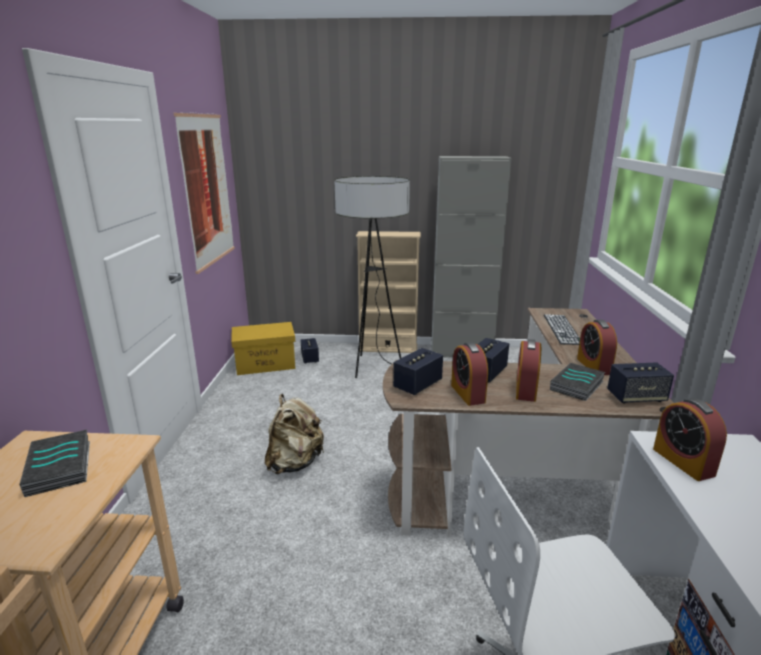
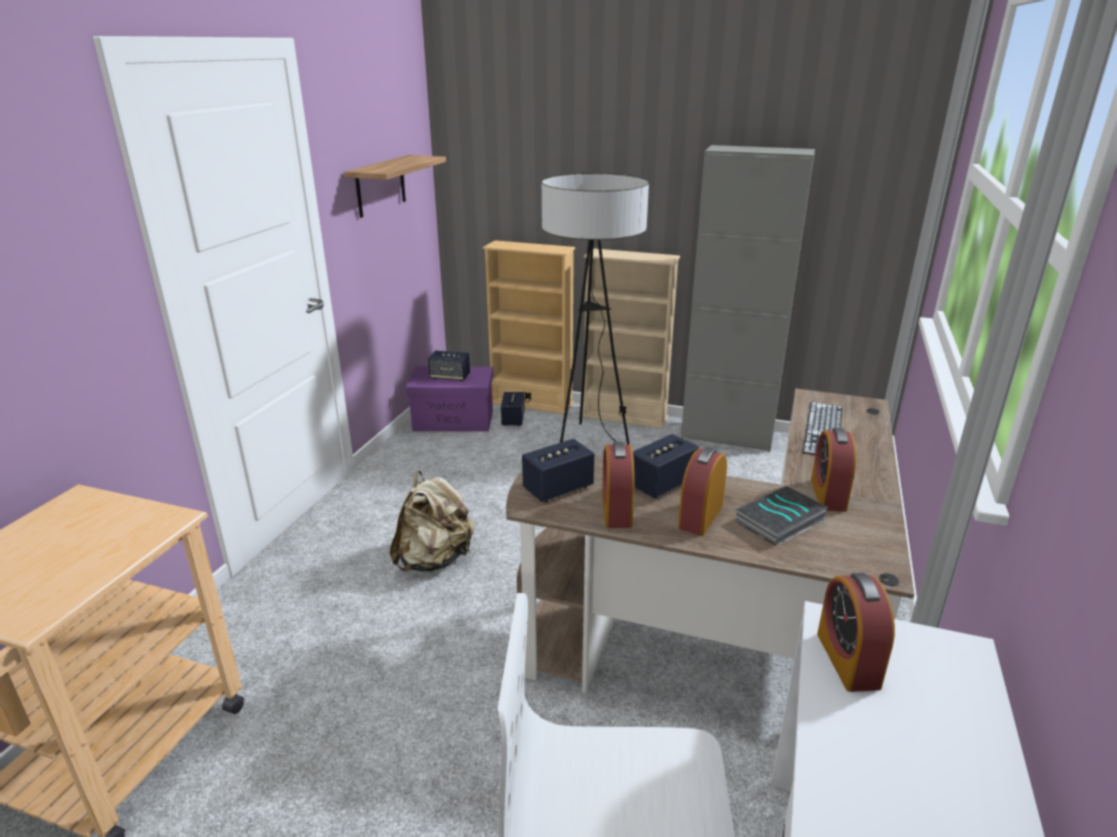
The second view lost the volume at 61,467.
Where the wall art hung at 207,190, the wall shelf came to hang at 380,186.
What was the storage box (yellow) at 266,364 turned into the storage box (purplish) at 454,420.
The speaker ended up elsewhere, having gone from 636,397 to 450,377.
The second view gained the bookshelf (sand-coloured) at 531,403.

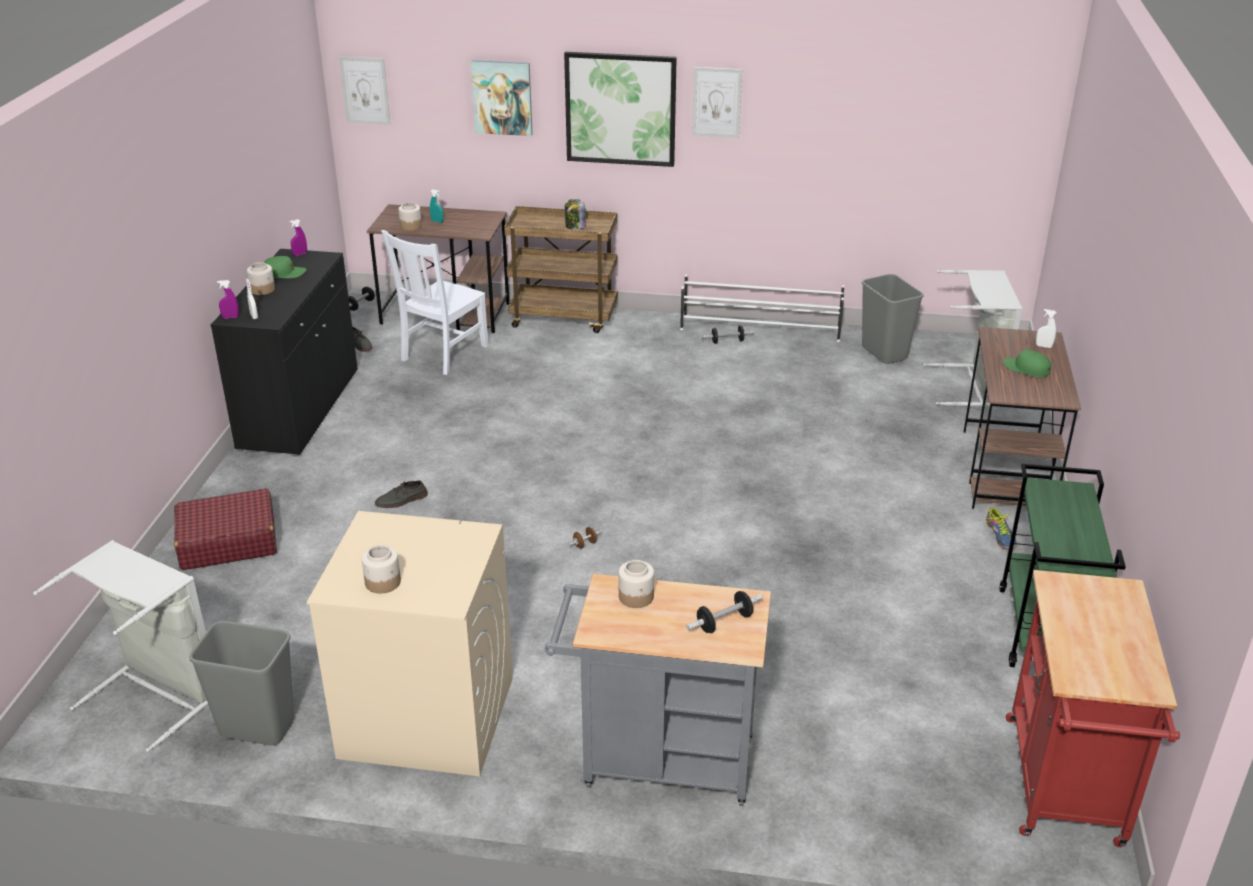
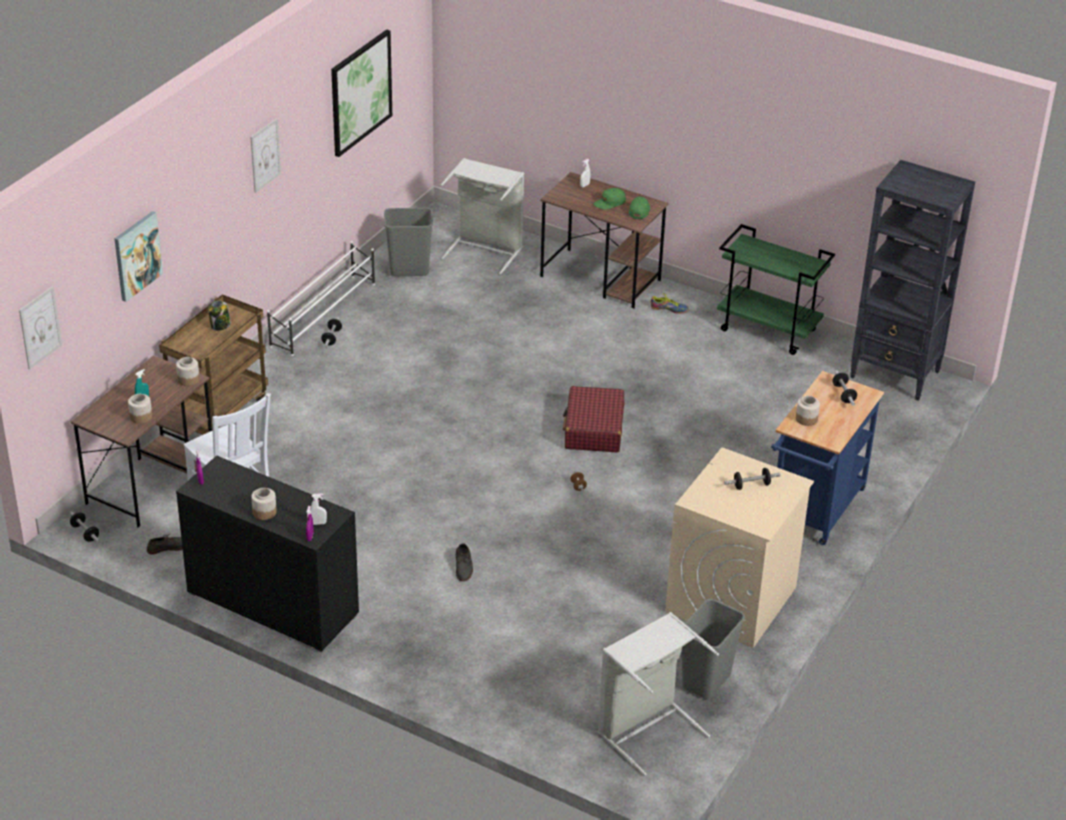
The piece of luggage (reddish) ended up elsewhere, having gone from 227,542 to 593,429.
The peaked cap (greenish) ended up elsewhere, having gone from 283,273 to 639,210.
The storage jar ended up elsewhere, having gone from 383,582 to 188,379.
What was the trolley (grey) at 657,762 turned into the trolley (blue-coloured) at 814,512.
The wall art ended up elsewhere, having gone from 620,109 to 360,92.
Where the trolley (reddish) stood at 1065,790, the bookshelf (black-coloured) came to stand at 895,375.
The second view gained the dumbbell at 751,485.

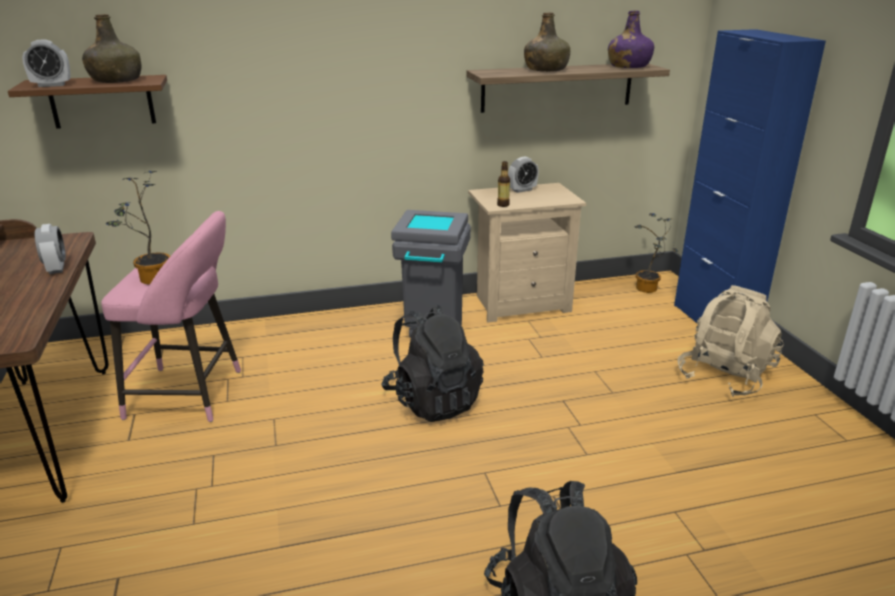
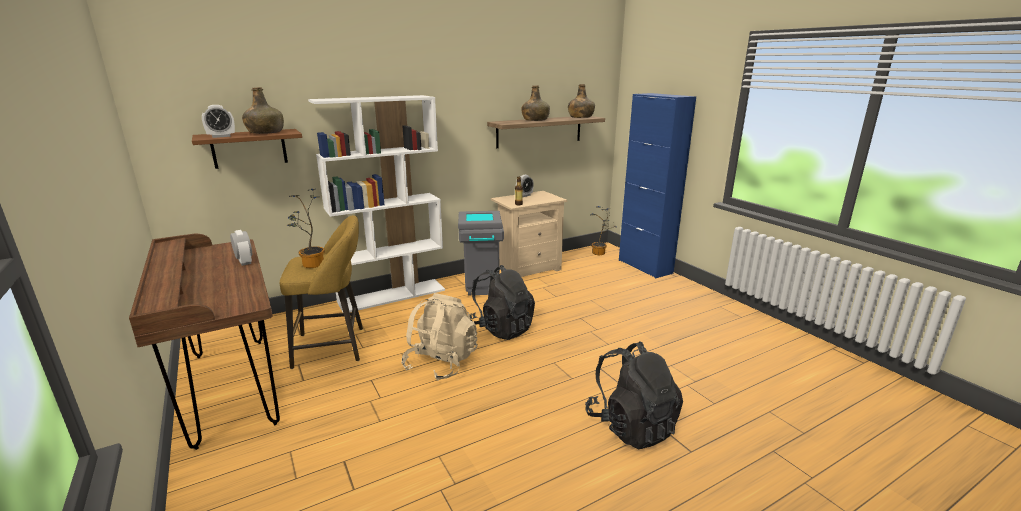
What was the sitting stool (pink-coloured) at 191,394 turned into the sitting stool (yellow) at 334,347.
What was the drink bottle (purplish) at 628,66 turned into the drink bottle (greenish) at 580,117.
The rucksack (sand-coloured) ended up elsewhere, having gone from 725,376 to 441,363.
The second view gained the bookshelf (white-coloured) at 392,295.

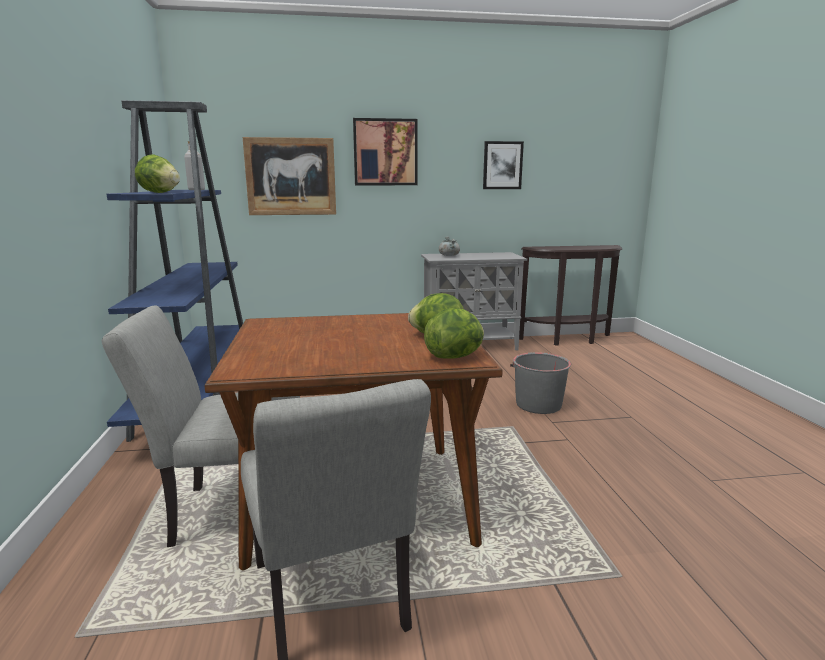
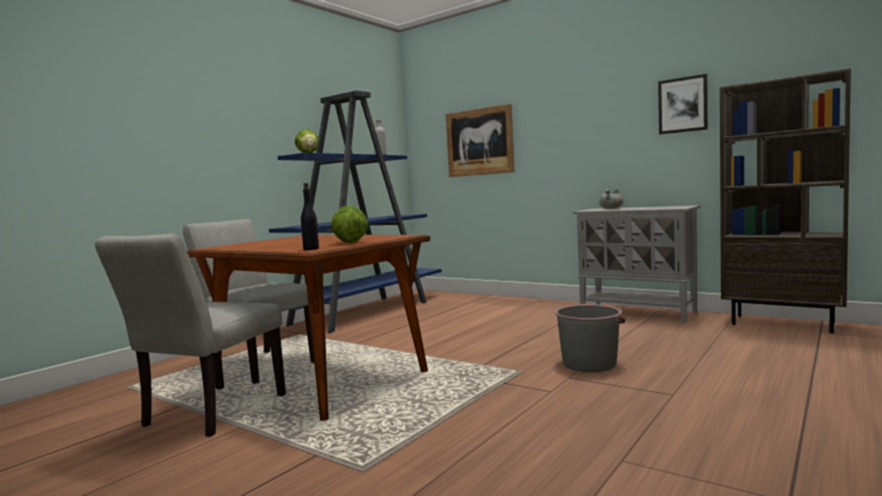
The second view lost the wall art at 385,152.
Where the lettuce head stood at 455,356, the drink bottle (black-coloured) came to stand at 311,249.
Where the hall table (brown) stood at 569,340, the bookshelf (brown) came to stand at 783,323.

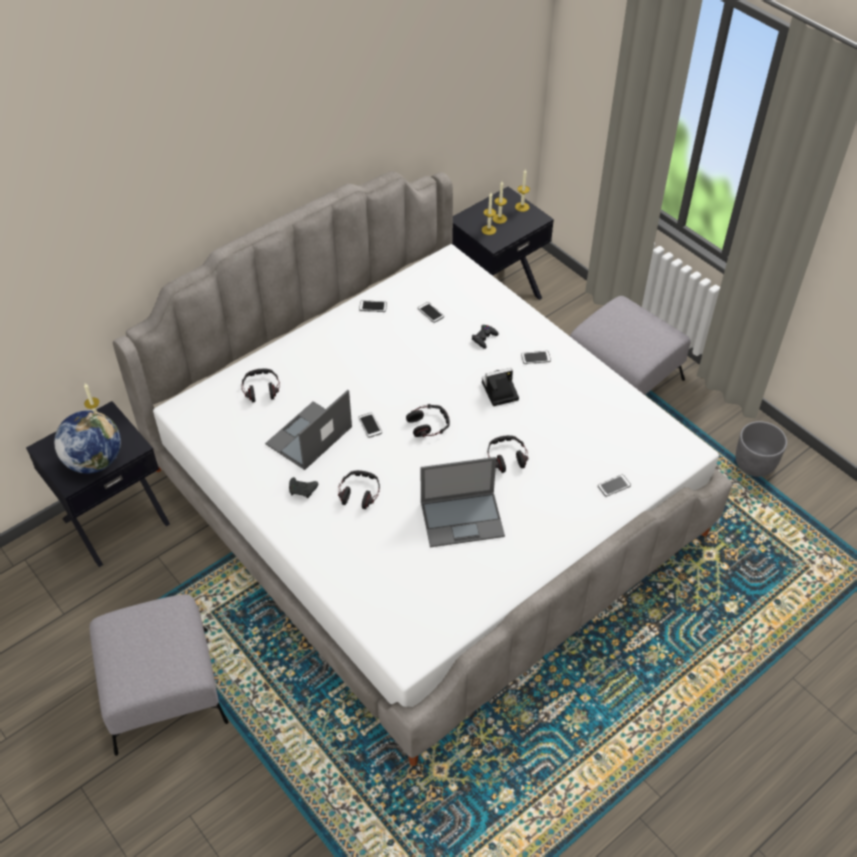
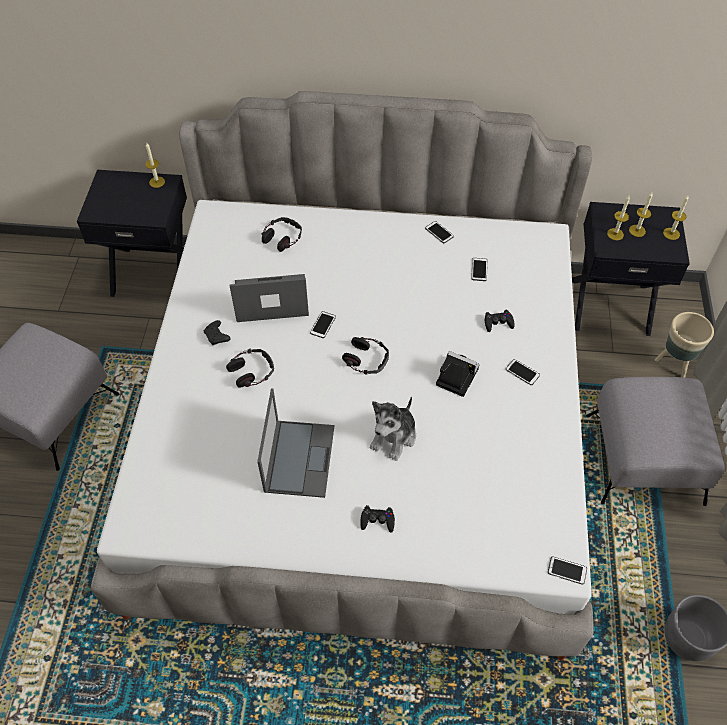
The second view lost the globe at 94,461.
The notebook computer at 463,518 ended up facing another way, 120 degrees counterclockwise from before.
Where the pair of headphones stood at 506,457, the soft toy came to stand at 394,436.
The telephone ended up elsewhere, having gone from 614,486 to 567,570.
The second view gained the game controller (black-coloured) at 377,520.
The second view gained the flower pot (sand-coloured) at 673,363.

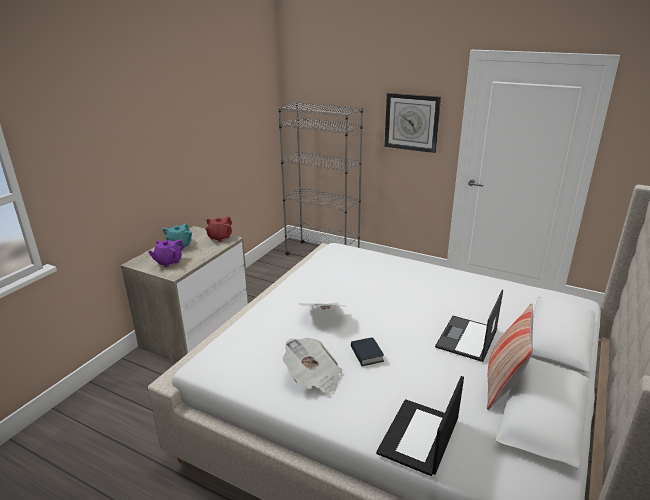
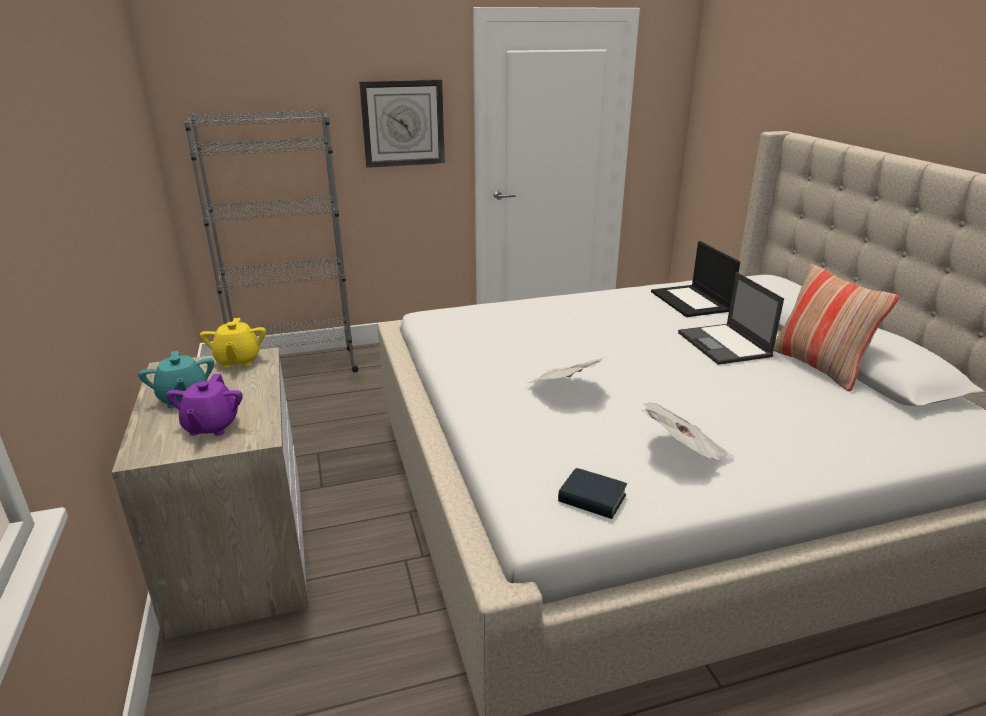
What was the pot for tea (reddish) at 219,237 turned into the pot for tea (yellow) at 238,361.
The volume ended up elsewhere, having gone from 366,354 to 592,499.
The notebook computer ended up elsewhere, having gone from 419,437 to 691,301.

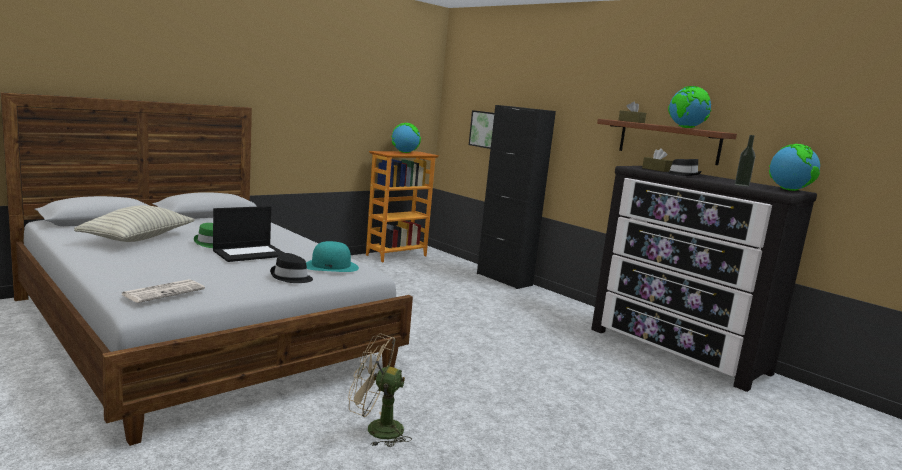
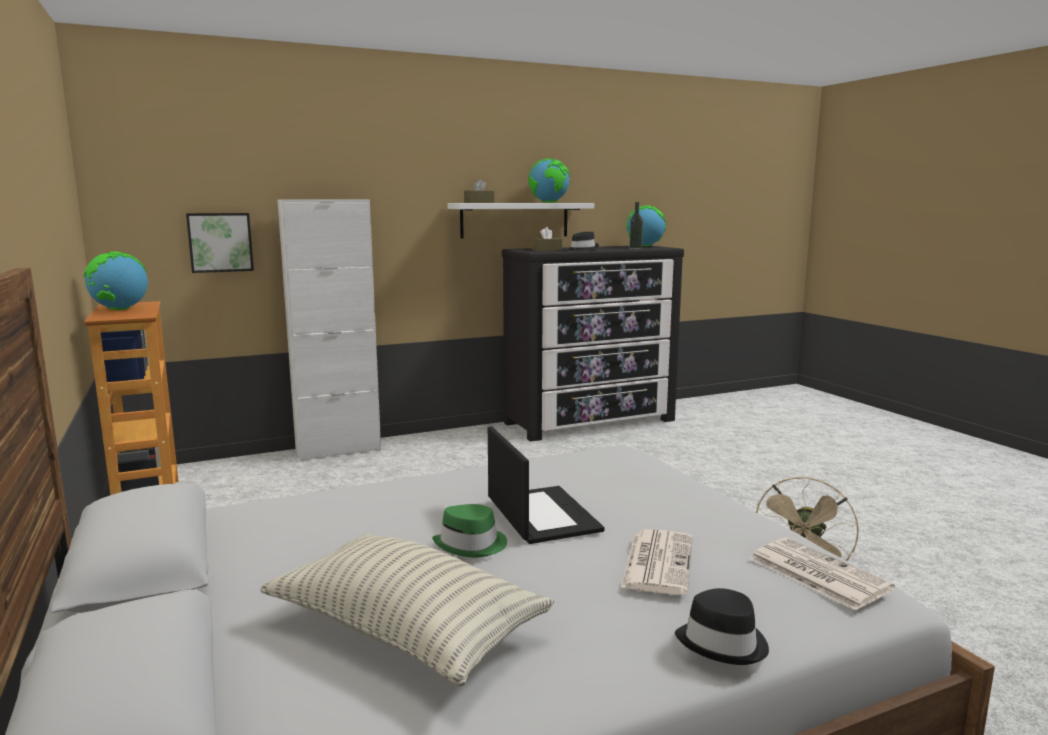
The wearable hat (black-coloured) ended up elsewhere, having gone from 291,277 to 723,643.
The second view lost the wearable hat (turquoise) at 331,266.
What was the cabinet (black-coloured) at 504,279 turned into the cabinet (white-coloured) at 338,450.
What was the wall shelf (brown) at 668,142 turned into the wall shelf (white-coloured) at 515,220.
The second view gained the daily paper at 657,562.

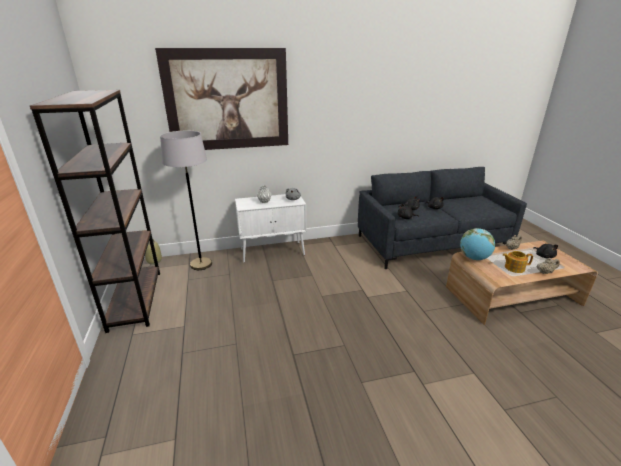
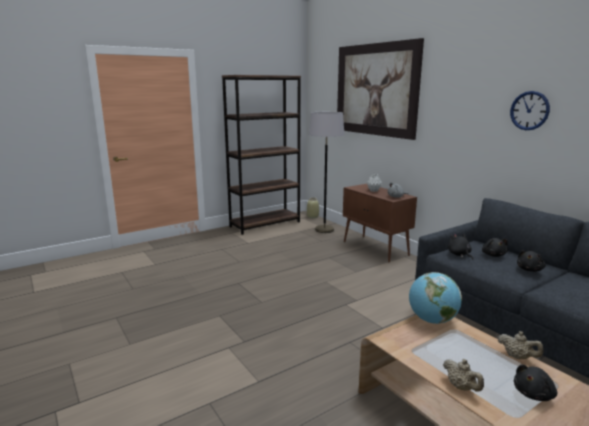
What was the cabinet (white-coloured) at 273,252 turned into the cabinet (brown) at 376,248.
The second view lost the pot for tea at 514,268.
The second view gained the hanging clock at 529,110.

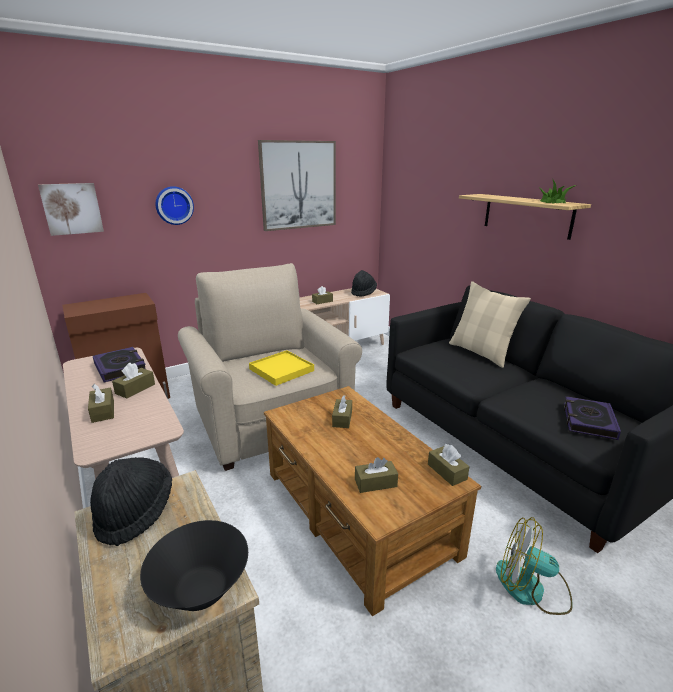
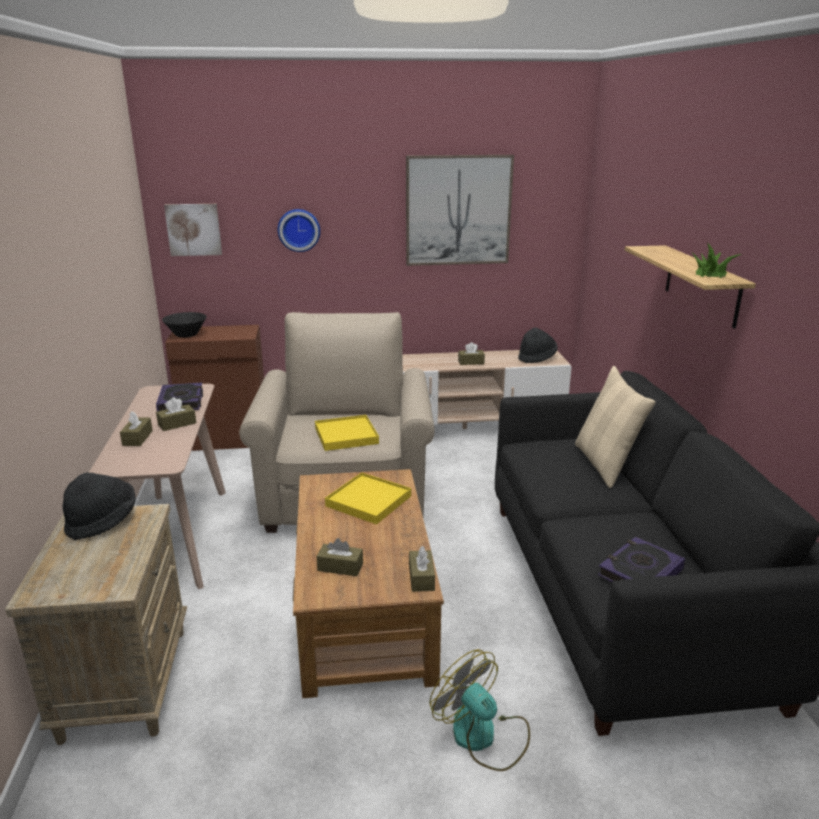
The deep dish (black-coloured) ended up elsewhere, having gone from 200,589 to 186,335.
Where the tissue holder (brown) stood at 342,419, the carrying tray (yellow) came to stand at 368,501.

